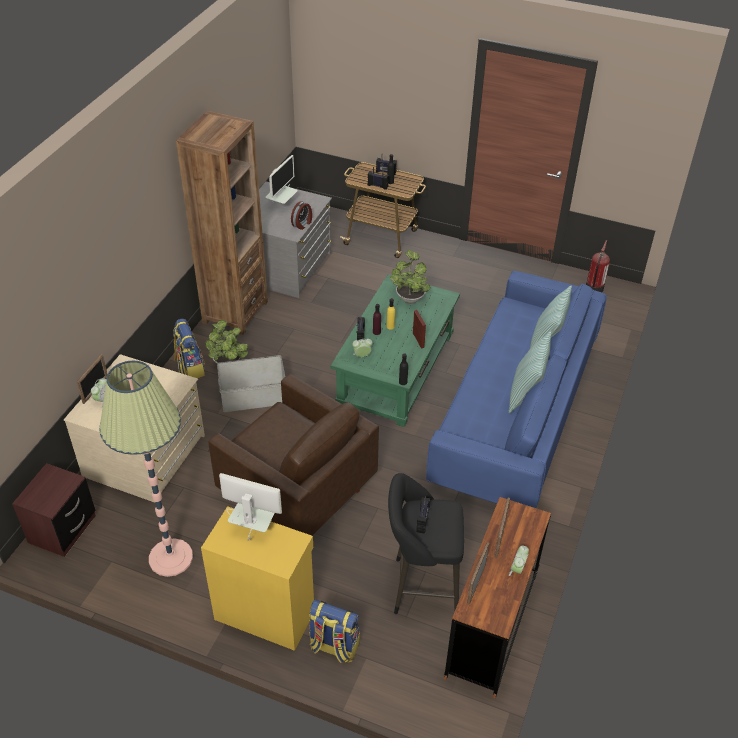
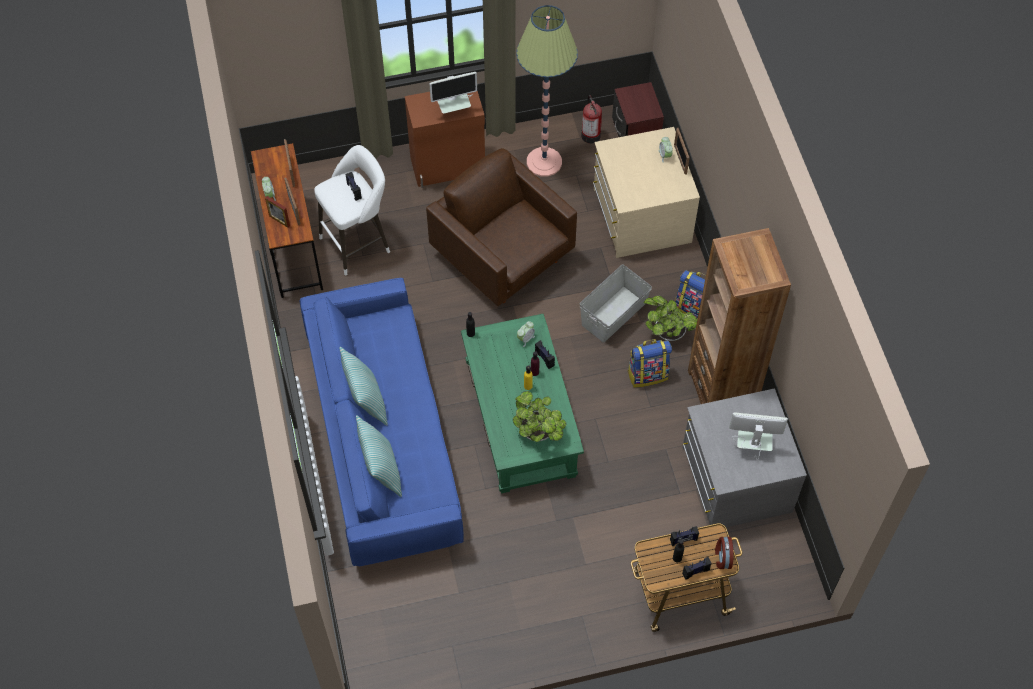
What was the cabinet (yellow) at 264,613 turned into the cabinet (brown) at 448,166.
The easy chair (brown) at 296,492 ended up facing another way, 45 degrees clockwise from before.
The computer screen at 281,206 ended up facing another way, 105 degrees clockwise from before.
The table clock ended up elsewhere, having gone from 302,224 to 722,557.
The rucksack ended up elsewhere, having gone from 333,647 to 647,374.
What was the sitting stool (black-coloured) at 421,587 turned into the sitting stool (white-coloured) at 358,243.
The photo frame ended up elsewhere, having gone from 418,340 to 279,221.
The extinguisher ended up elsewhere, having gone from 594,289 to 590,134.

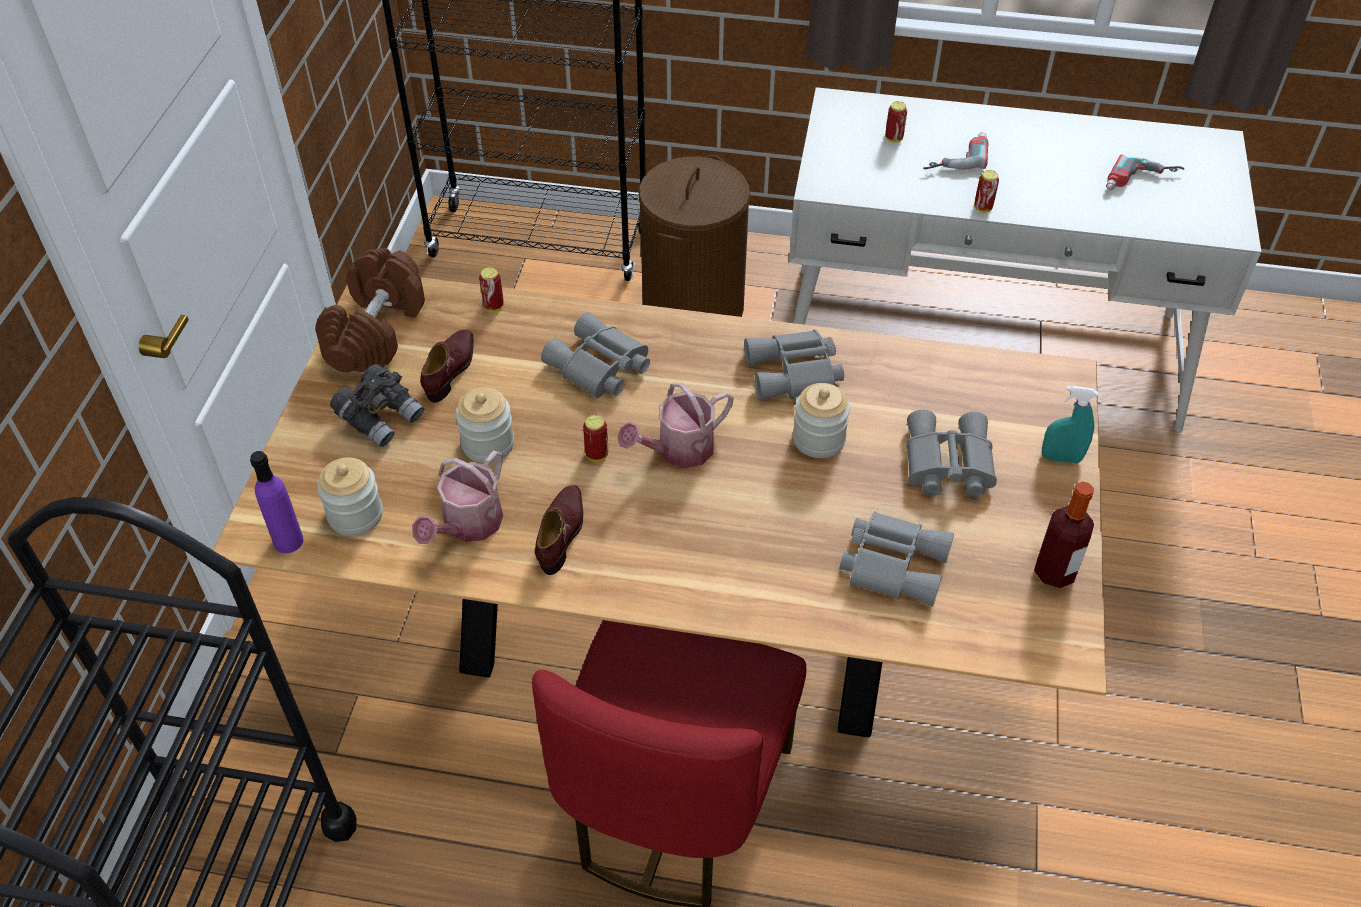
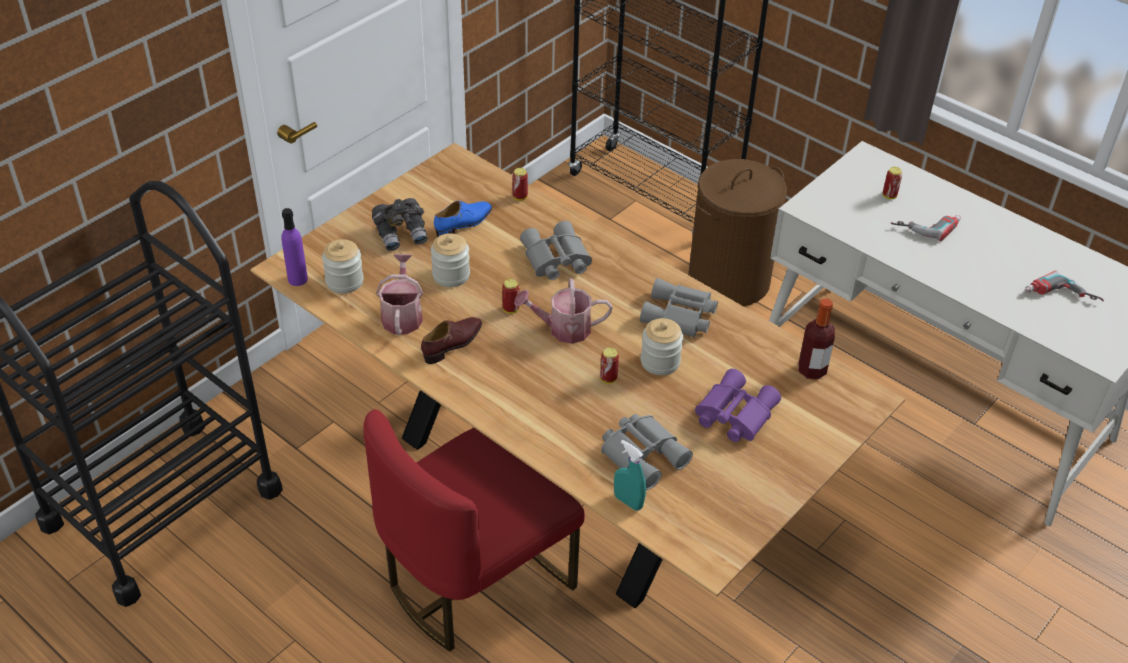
The second view lost the dumbbell (brown) at 376,332.
The watering pot at 468,526 ended up facing another way, 120 degrees clockwise from before.
What was the low shoe (brown) at 451,369 turned into the low shoe (blue-coloured) at 464,224.
What was the field glasses (grey) at 946,464 turned into the field glasses (purplish) at 733,414.
The sealed can ended up elsewhere, having gone from 983,208 to 608,379.
The drink bottle ended up elsewhere, having gone from 1054,572 to 812,370.
The hand sprayer (turquoise) ended up elsewhere, having gone from 1061,458 to 628,502.

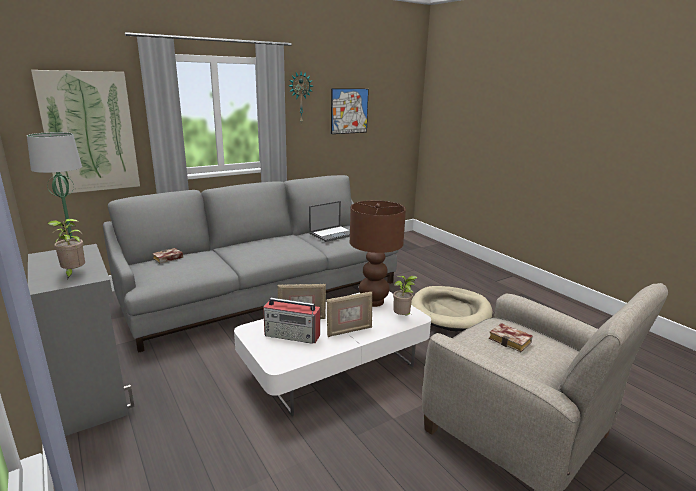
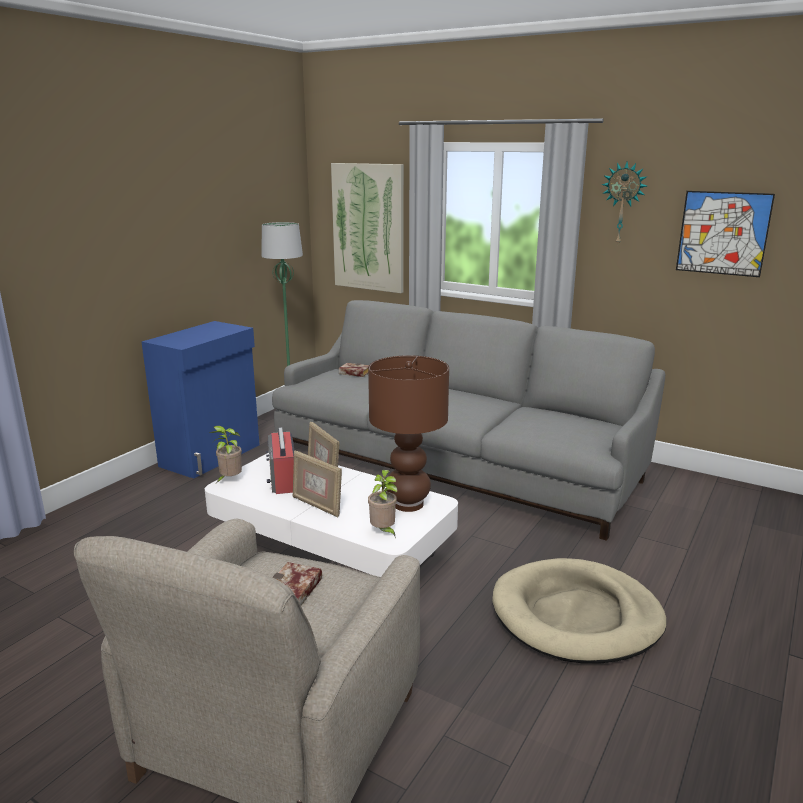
What was the cabinet (grey) at 93,393 turned into the cabinet (blue-coloured) at 212,455.
The plant in a pot ended up elsewhere, having gone from 73,274 to 229,480.
The second view lost the notebook computer at 333,234.

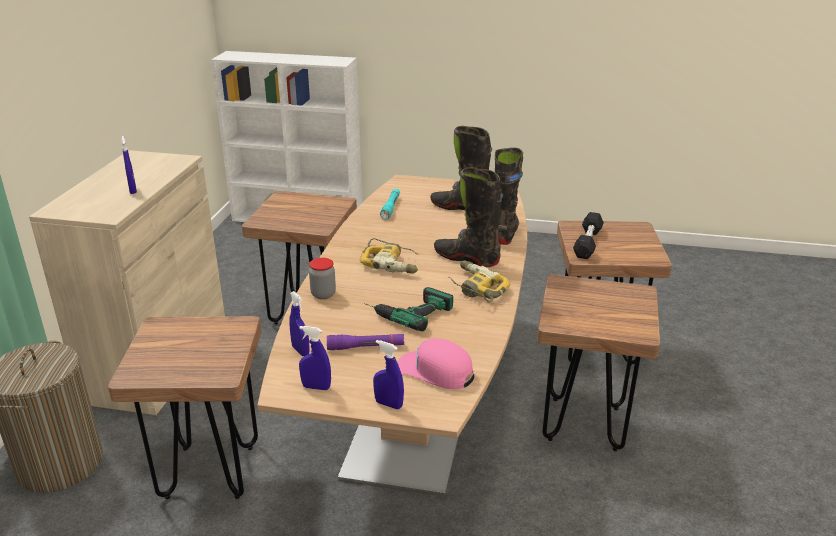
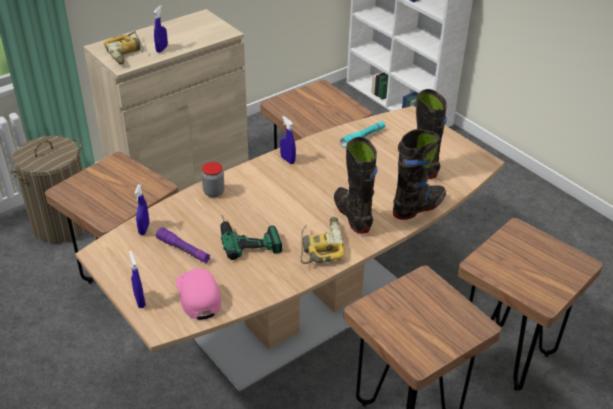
The hand sprayer (blue-coloured) ended up elsewhere, having gone from 316,387 to 287,160.
The drill ended up elsewhere, having gone from 391,263 to 126,53.
The second view lost the dumbbell (black-coloured) at 587,243.

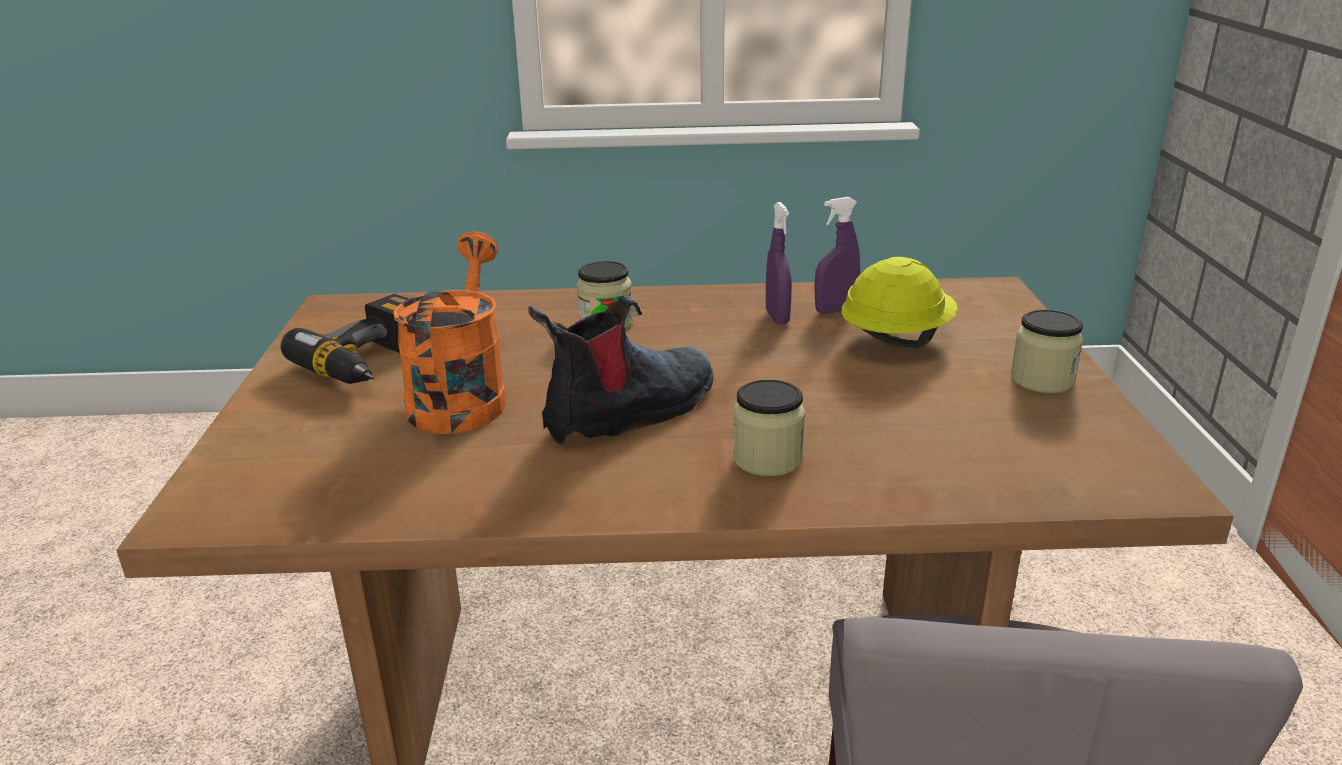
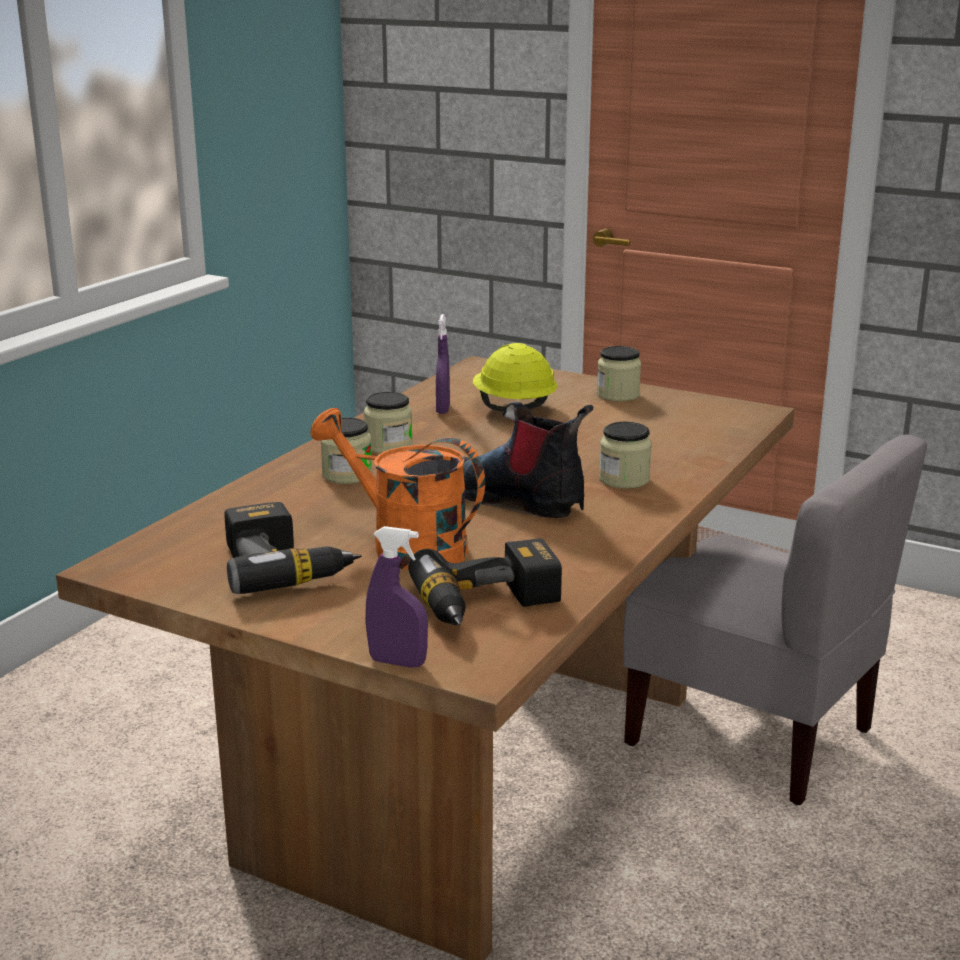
The tall boot at 632,412 ended up facing another way, 45 degrees counterclockwise from before.
The hand sprayer (purplish) ended up elsewhere, having gone from 777,317 to 397,662.
The second view gained the storage jar at 388,446.
The second view gained the drill at 489,606.

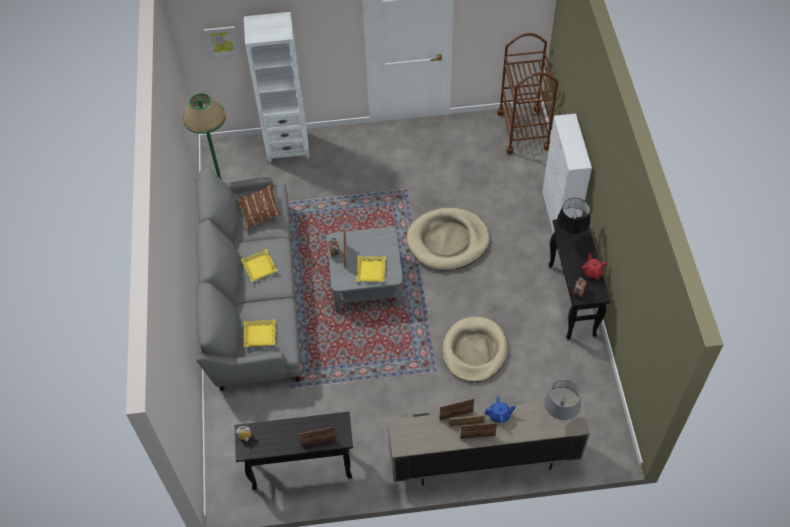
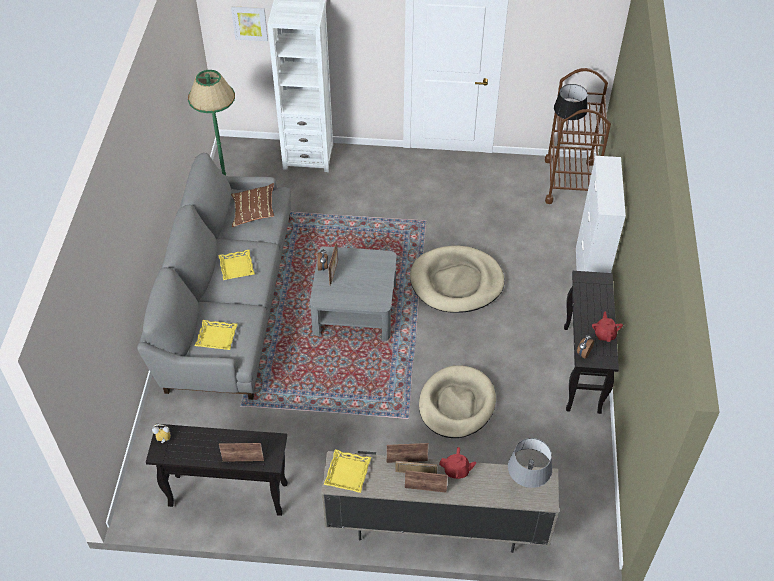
The carrying tray (yellow) ended up elsewhere, having gone from 371,270 to 347,473.
What was the pot for tea (blue-coloured) at 499,415 turned into the pot for tea (reddish) at 456,471.
The tabletop lamp (black-coloured) ended up elsewhere, having gone from 570,238 to 566,132.

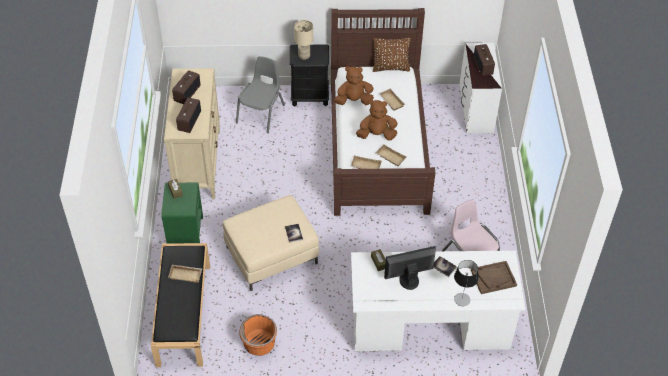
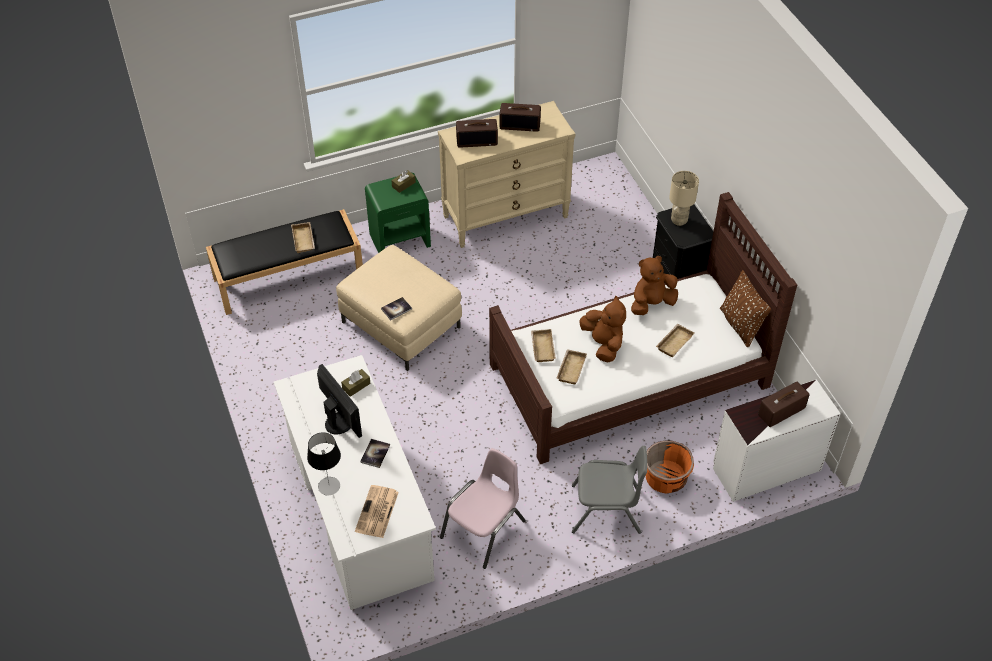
The chair (grey) ended up elsewhere, having gone from 261,114 to 606,510.
The flower pot (orangey) ended up elsewhere, having gone from 259,343 to 665,478.
The soft toy (brown) at 354,101 ended up facing another way, 90 degrees counterclockwise from before.
Where the carrying tray (brown) stood at 493,278, the daily paper came to stand at 377,512.

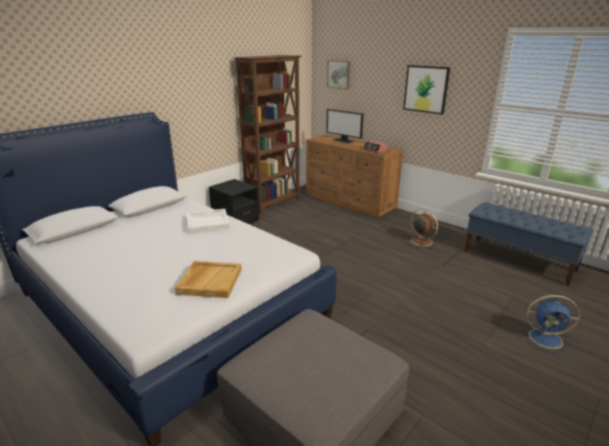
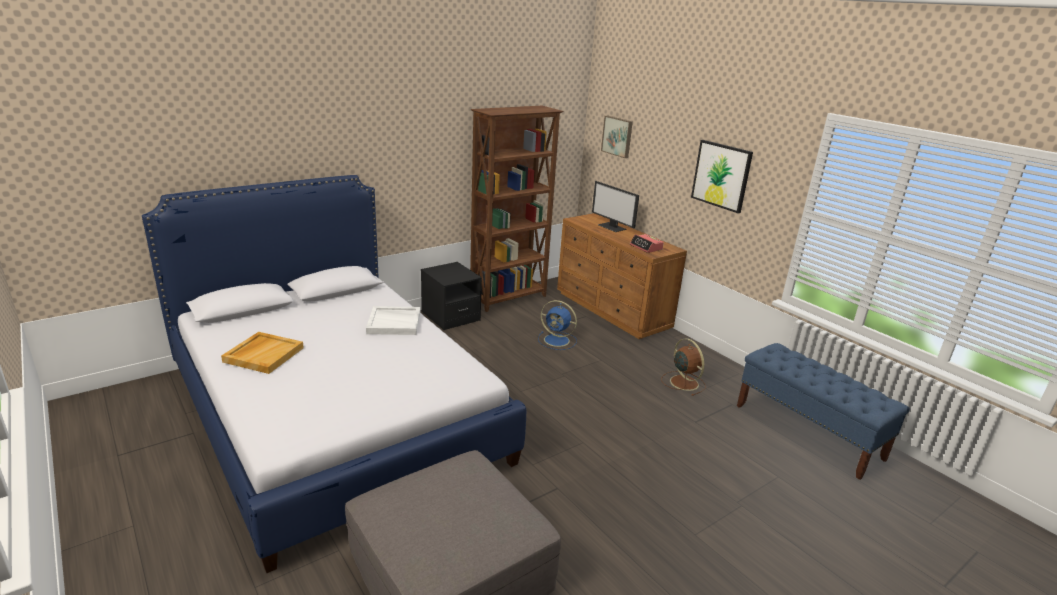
The carrying tray (sand-coloured) ended up elsewhere, having gone from 210,281 to 263,354.
The electric fan (blue-coloured) ended up elsewhere, having gone from 547,338 to 557,340.

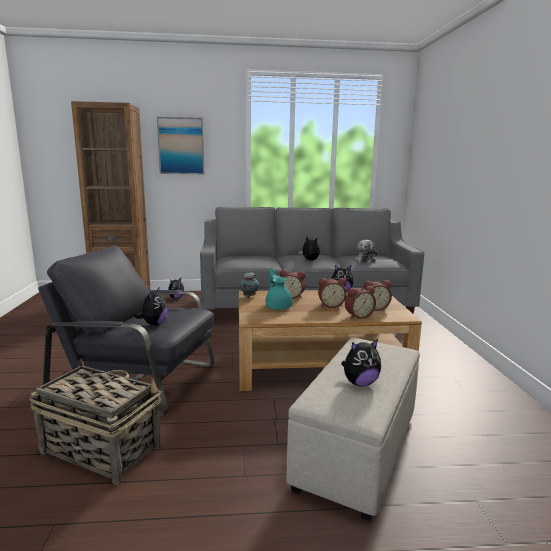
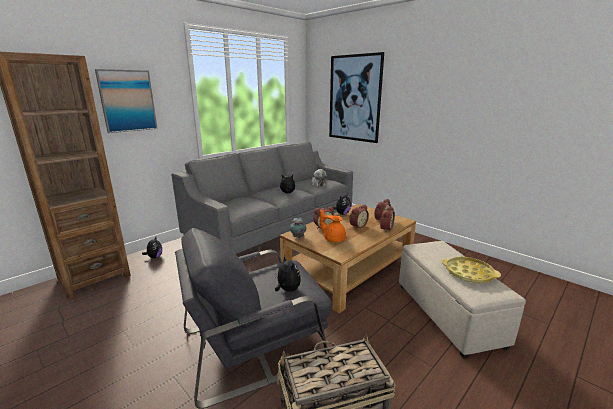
What was the pot for tea (turquoise) at 278,307 turned into the pot for tea (orangey) at 333,239.
Where the soft toy stood at 360,383, the carrying tray (yellow) came to stand at 469,273.
The second view gained the wall art at 354,98.

